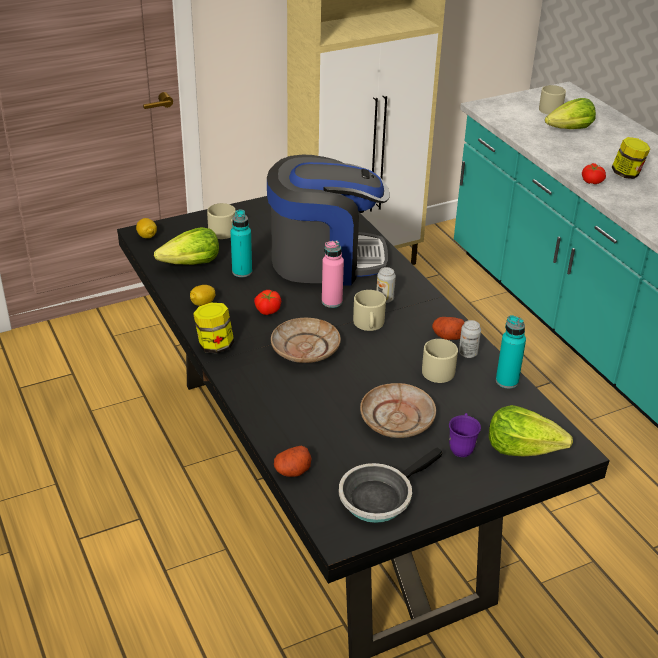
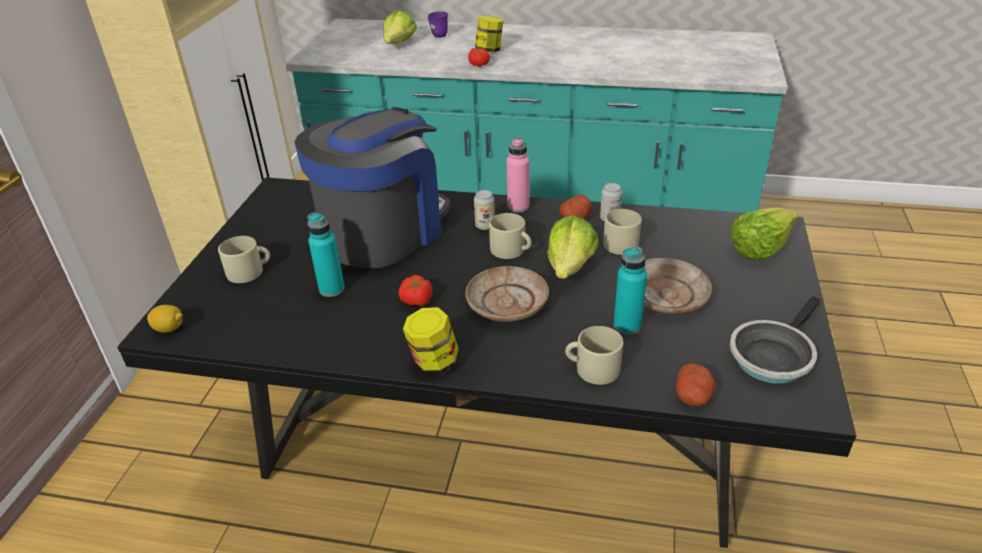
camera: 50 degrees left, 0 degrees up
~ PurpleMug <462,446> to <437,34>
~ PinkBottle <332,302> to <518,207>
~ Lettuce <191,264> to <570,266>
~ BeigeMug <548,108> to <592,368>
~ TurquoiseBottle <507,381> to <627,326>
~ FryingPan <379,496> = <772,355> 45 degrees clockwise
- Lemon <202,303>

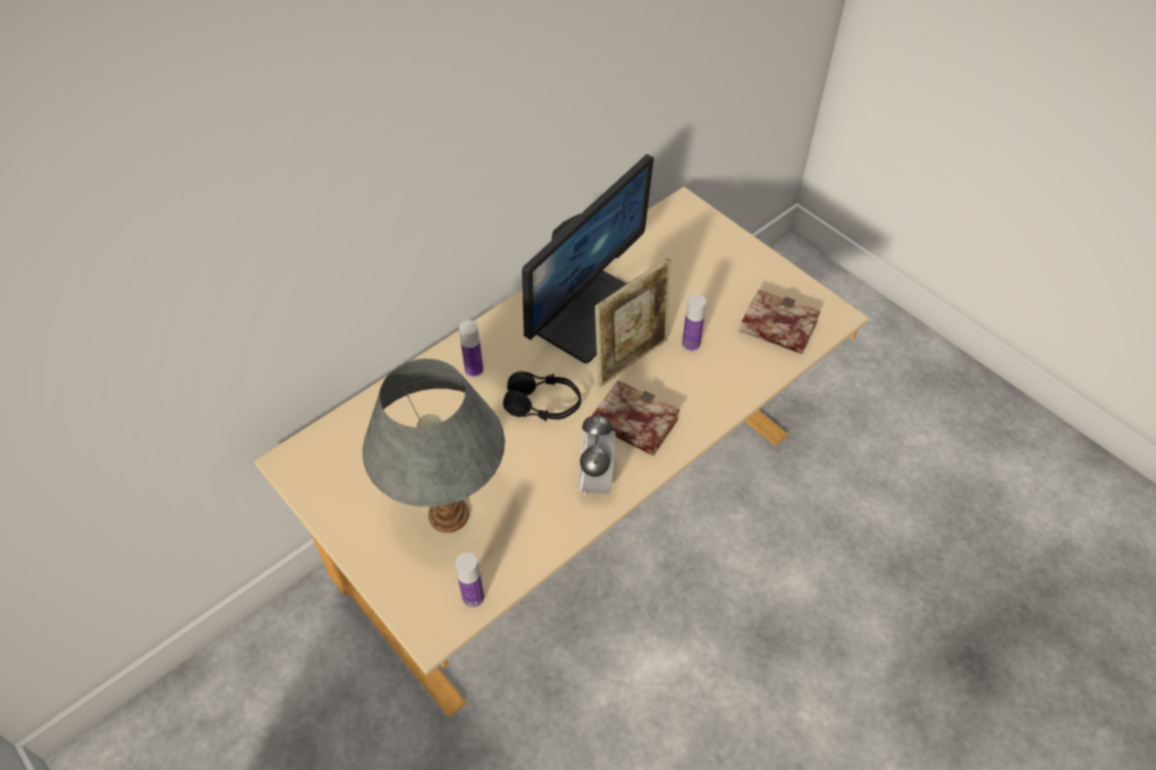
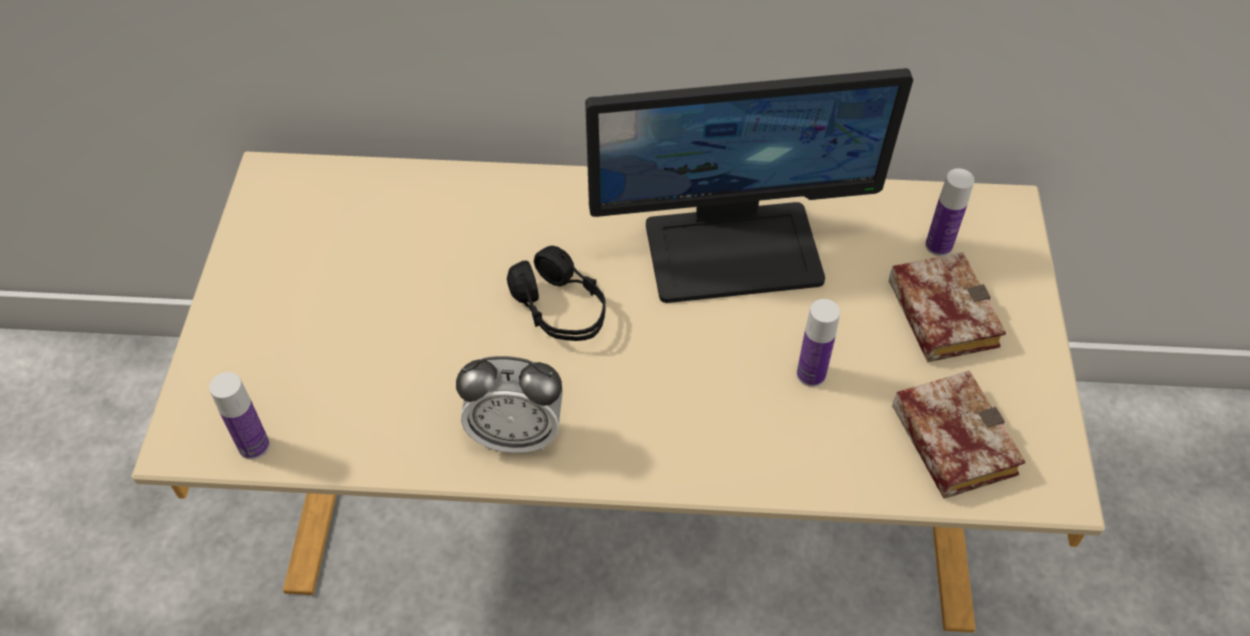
camera: 45 degrees right, 0 degrees up
~ AlarmClock <596,479> = <516,434> 135 degrees counterclockwise
~ Book <630,423> to <937,311>
~ Bottle <474,370> to <938,245>
- GreyTableLamp <447,514>
- PictureFrame <631,359>

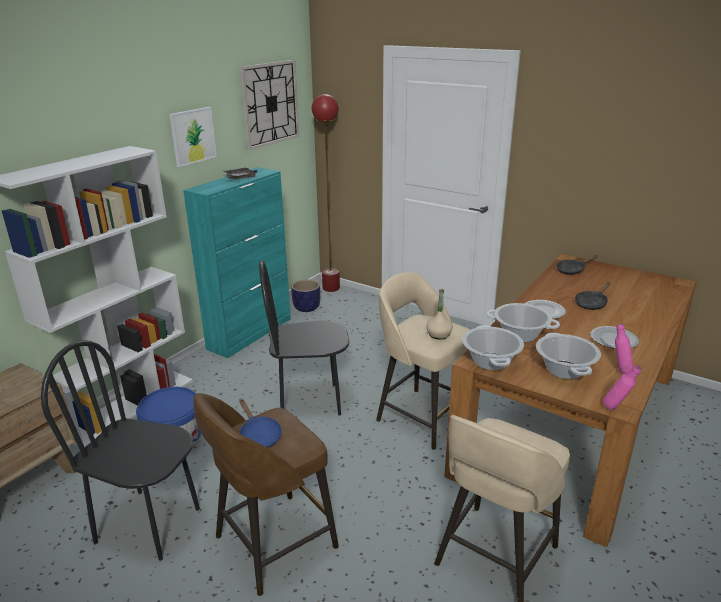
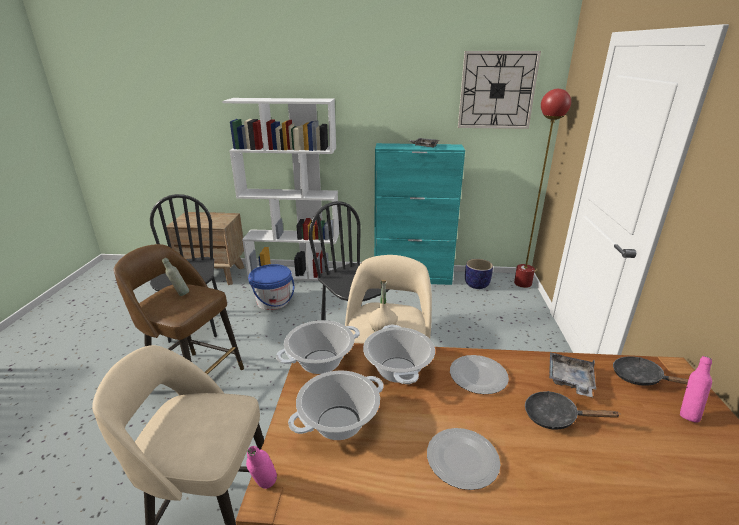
camera: 60 degrees right, 0 degrees up
~ BlueFryingPan <259,435> to GreyBottle <179,294>
+ GreyTray <570,380>
~ PinkBottle <619,370> to <687,414>
- Picture <193,136>

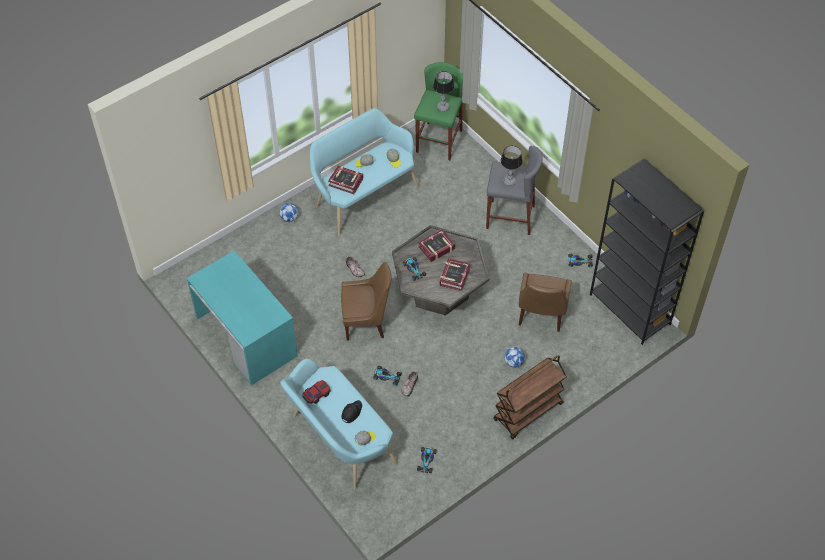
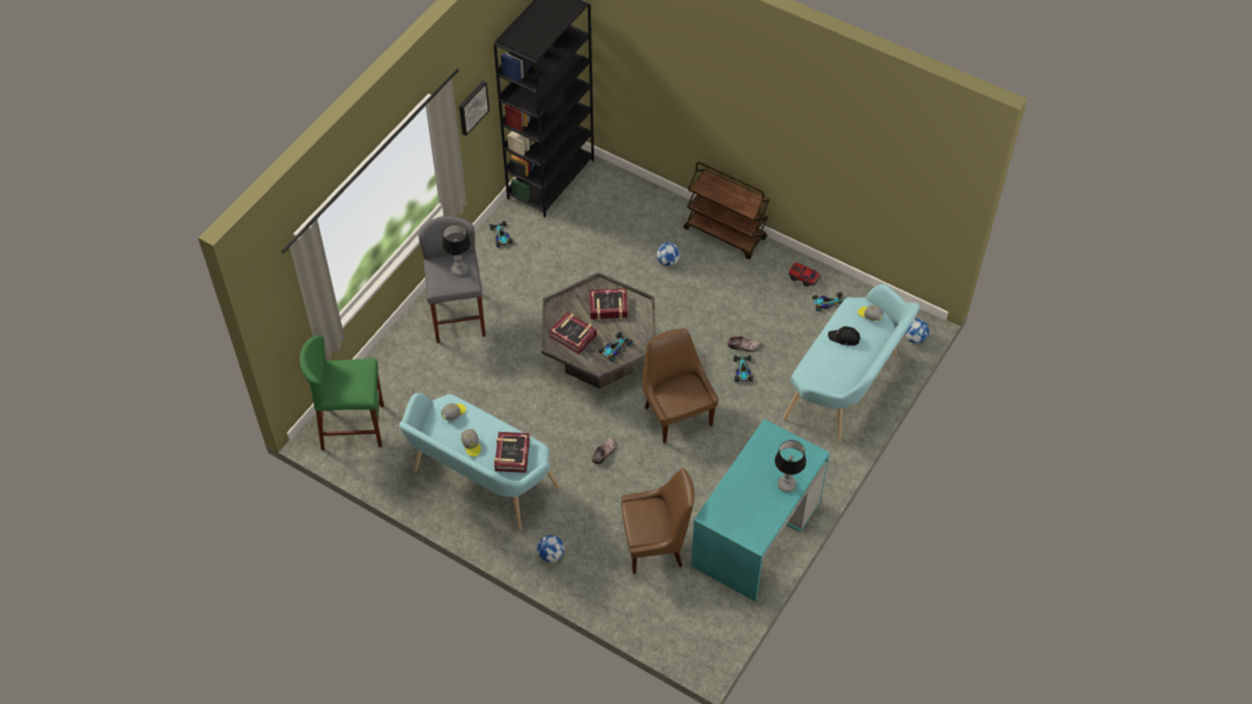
camera: 110 degrees left, 0 degrees up
+ Picture <472,107>
~ BrownChair <541,315> to <656,545>
~ TableLamp <443,107> to <786,484>
~ ToyCar <316,394> to <803,277>
+ Football <915,338>

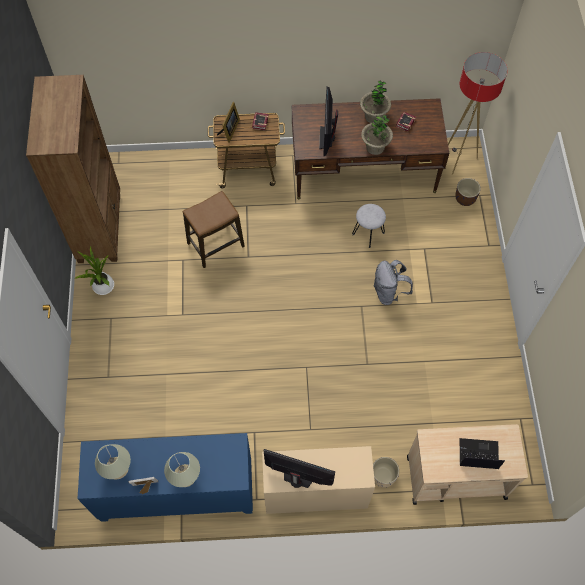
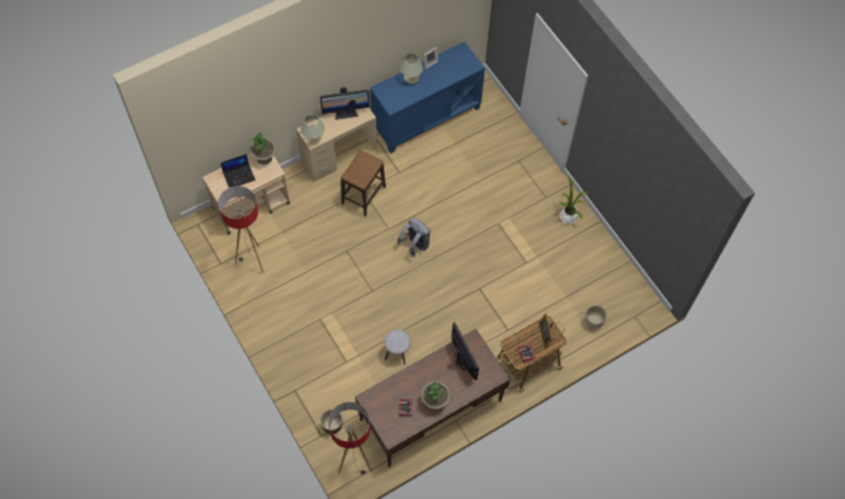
camera: 150 degrees right, 0 degrees up
+ FloorLamp <252,261>
~ PottedPlant <375,147> to <264,158>
~ BeigeTableLamp <117,468> to <314,138>
~ Stool <216,244> to <363,195>
~ GreyBackpack <389,292> to <415,245>
~ BeigePlanter <383,476> to <593,322>
- BrownBookcase <100,227>

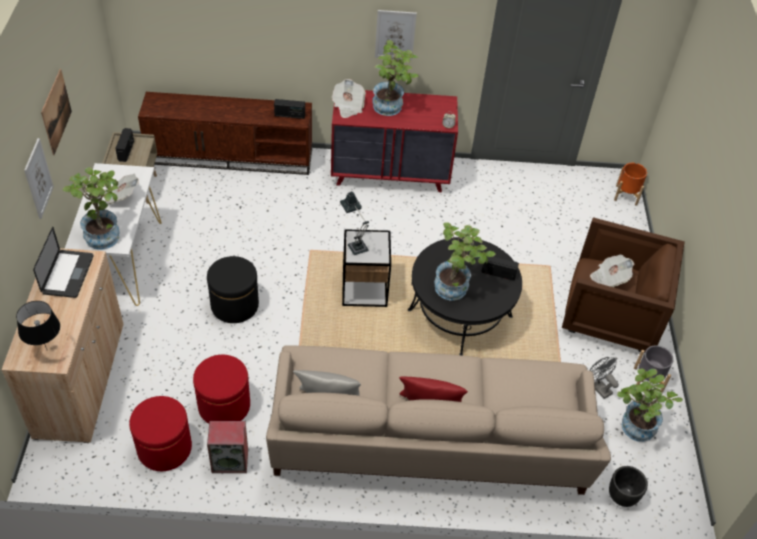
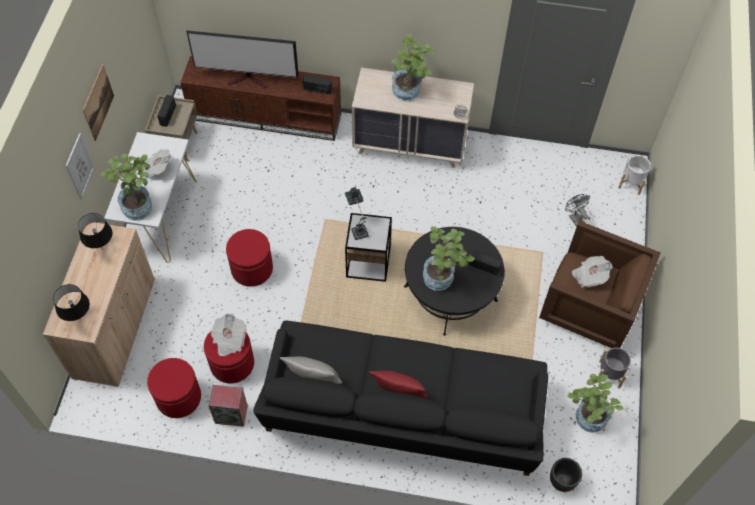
camera: 10 degrees right, 10 degrees up
~ Laptop <68,274> to BlackTableLamp <102,249>
+ Television <249,80>
~ Newspaper <348,106> to <229,340>
~ BlackOttoman <234,305> to RedOttoman <252,269>
~ BeigeSofa <429,439> to BlackSofa <403,411>
~ RedDresser <390,173> to BeigeDresser <410,144>
~ GreyFan <598,387> to <574,218>
~ OrangePlanter <626,195> to WhitePlanter <631,183>
- Picture <395,35>

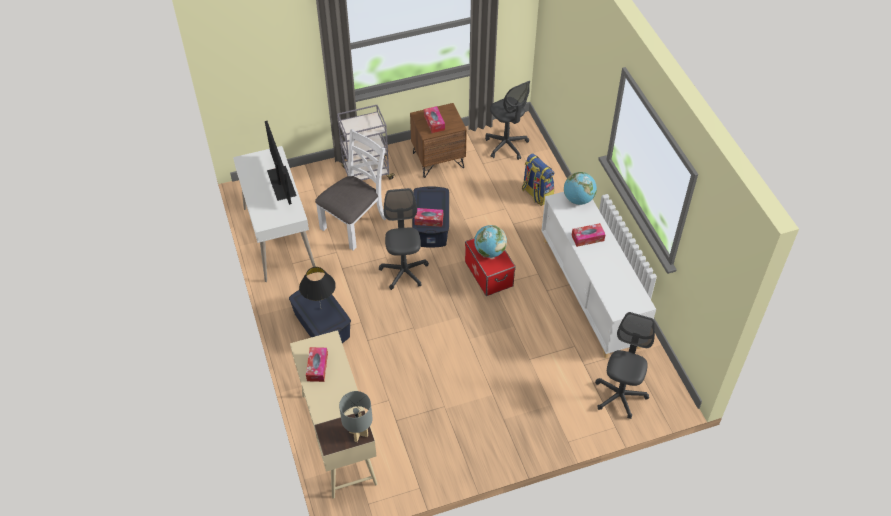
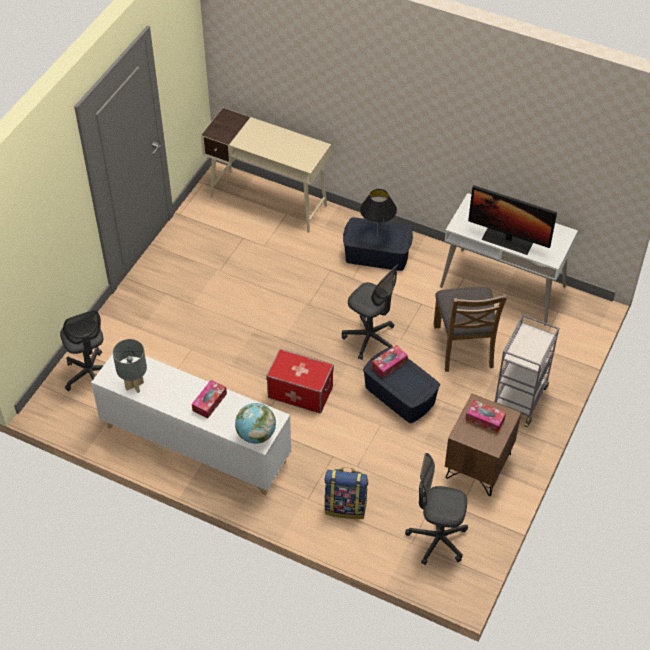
camera: 135 degrees right, 0 degrees up
~ GreyTableLamp <358,434> to <135,385>
~ WhiteChair <354,223> to BrownChair <464,346>
- TissueBox <317,367>
- Globe <489,251>

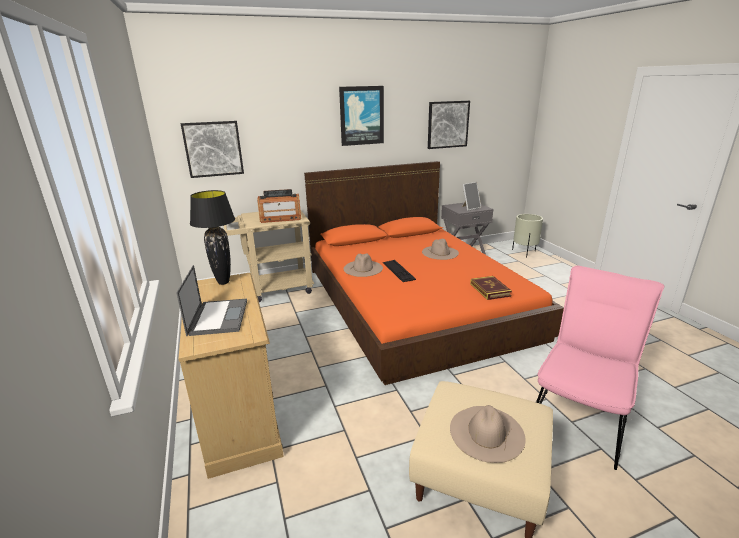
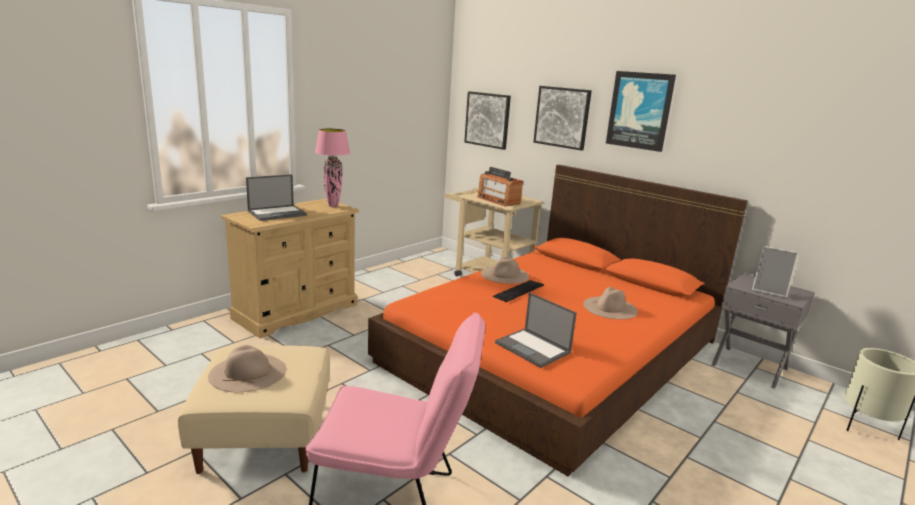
camera: 60 degrees right, 5 degrees down
~ BlackTableLamp <223,282> to PinkTableLamp <332,206>
~ Book <490,290> to Laptop <533,348>
~ Picture <447,124> to <562,117>

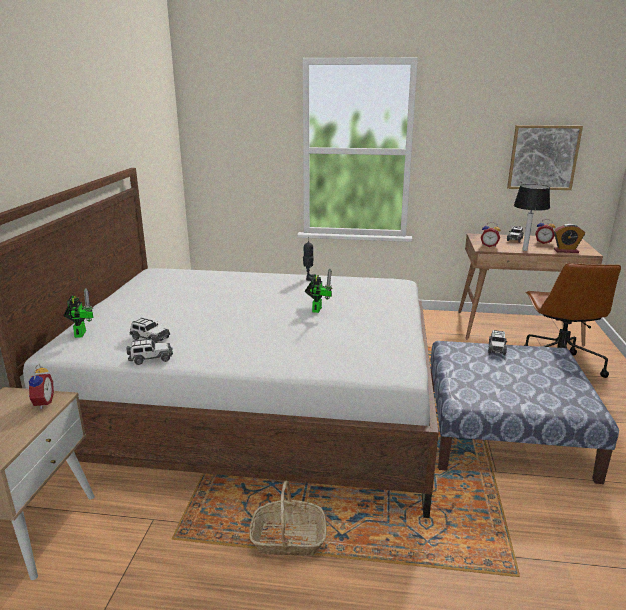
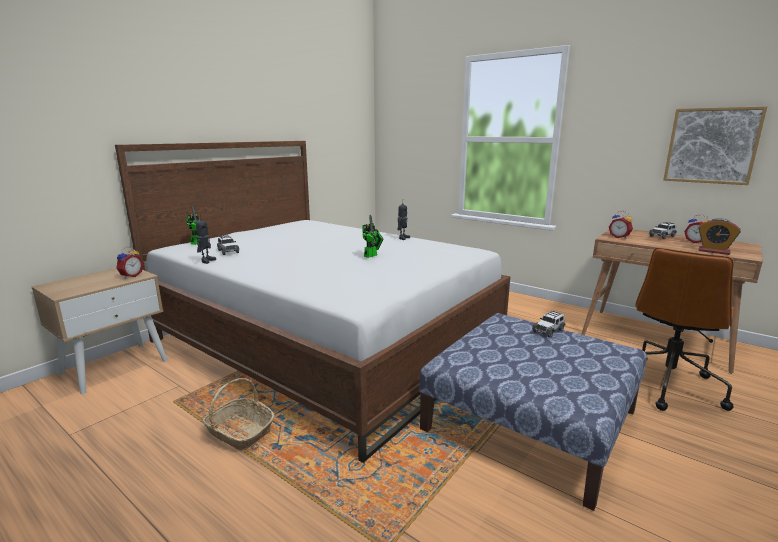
camera: 30 degrees right, 5 degrees down
~ ToyCar <151,358> to ToyRobot <206,261>
- TableLamp <524,250>

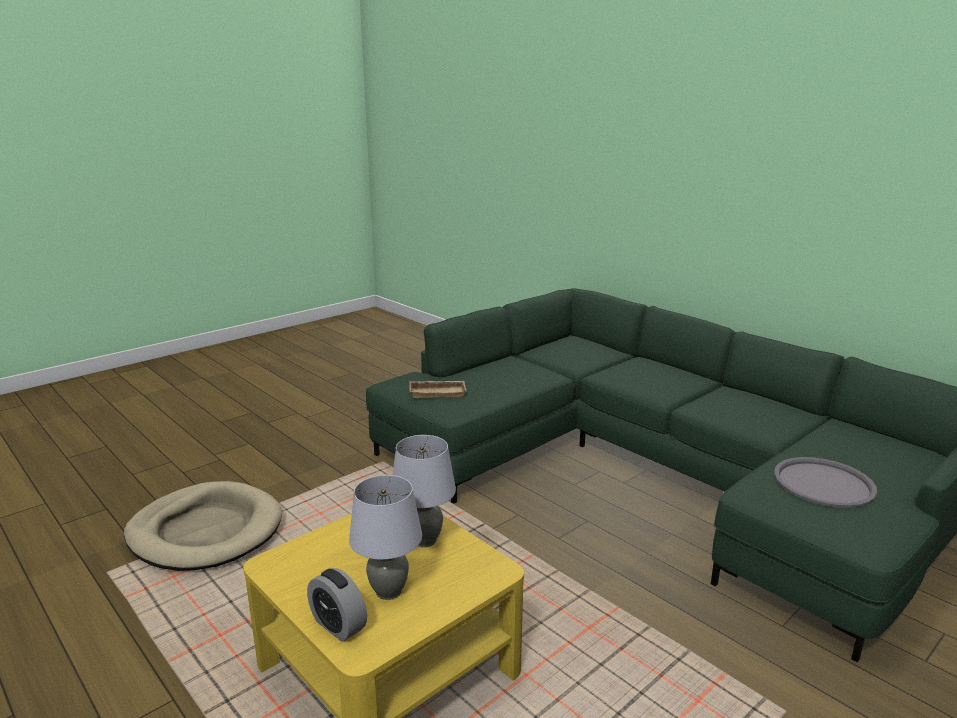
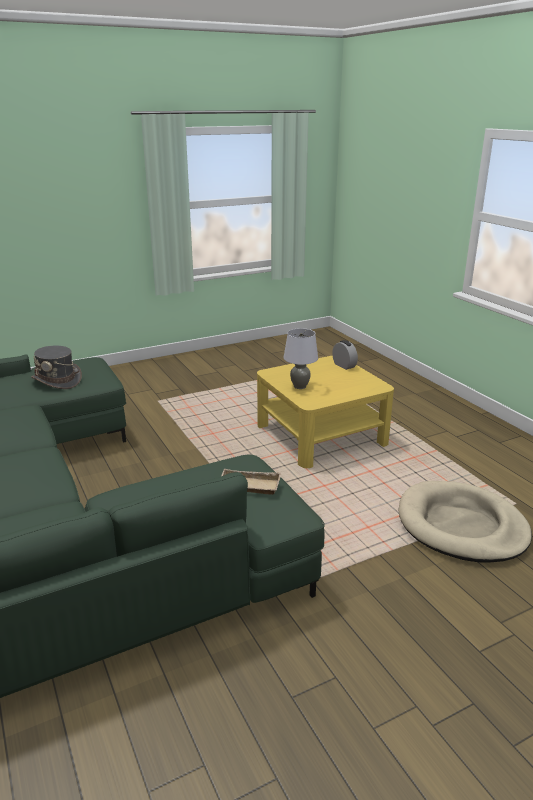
camera: 165 degrees left, 5 degrees up
~ GreyTray <823,483> to GreyHat <57,380>
- GreyTableLamp <389,591>

